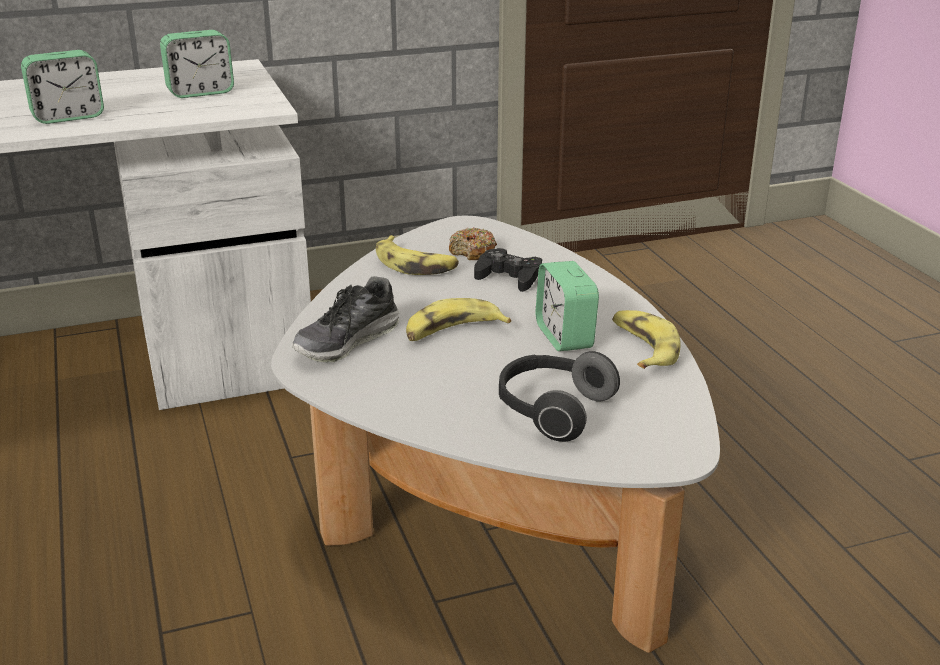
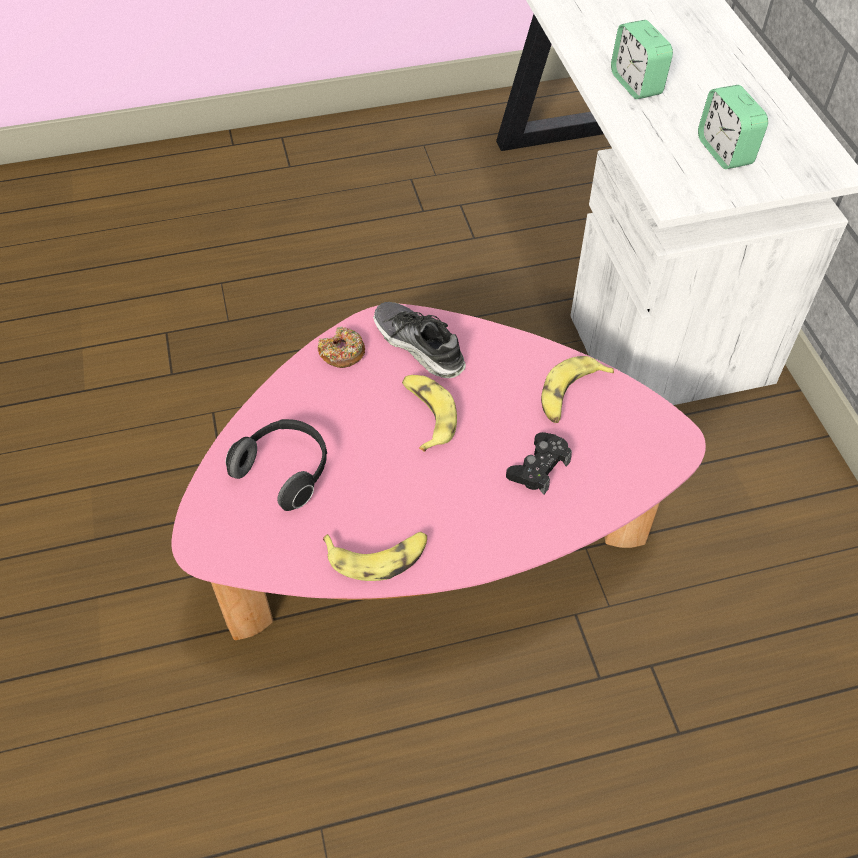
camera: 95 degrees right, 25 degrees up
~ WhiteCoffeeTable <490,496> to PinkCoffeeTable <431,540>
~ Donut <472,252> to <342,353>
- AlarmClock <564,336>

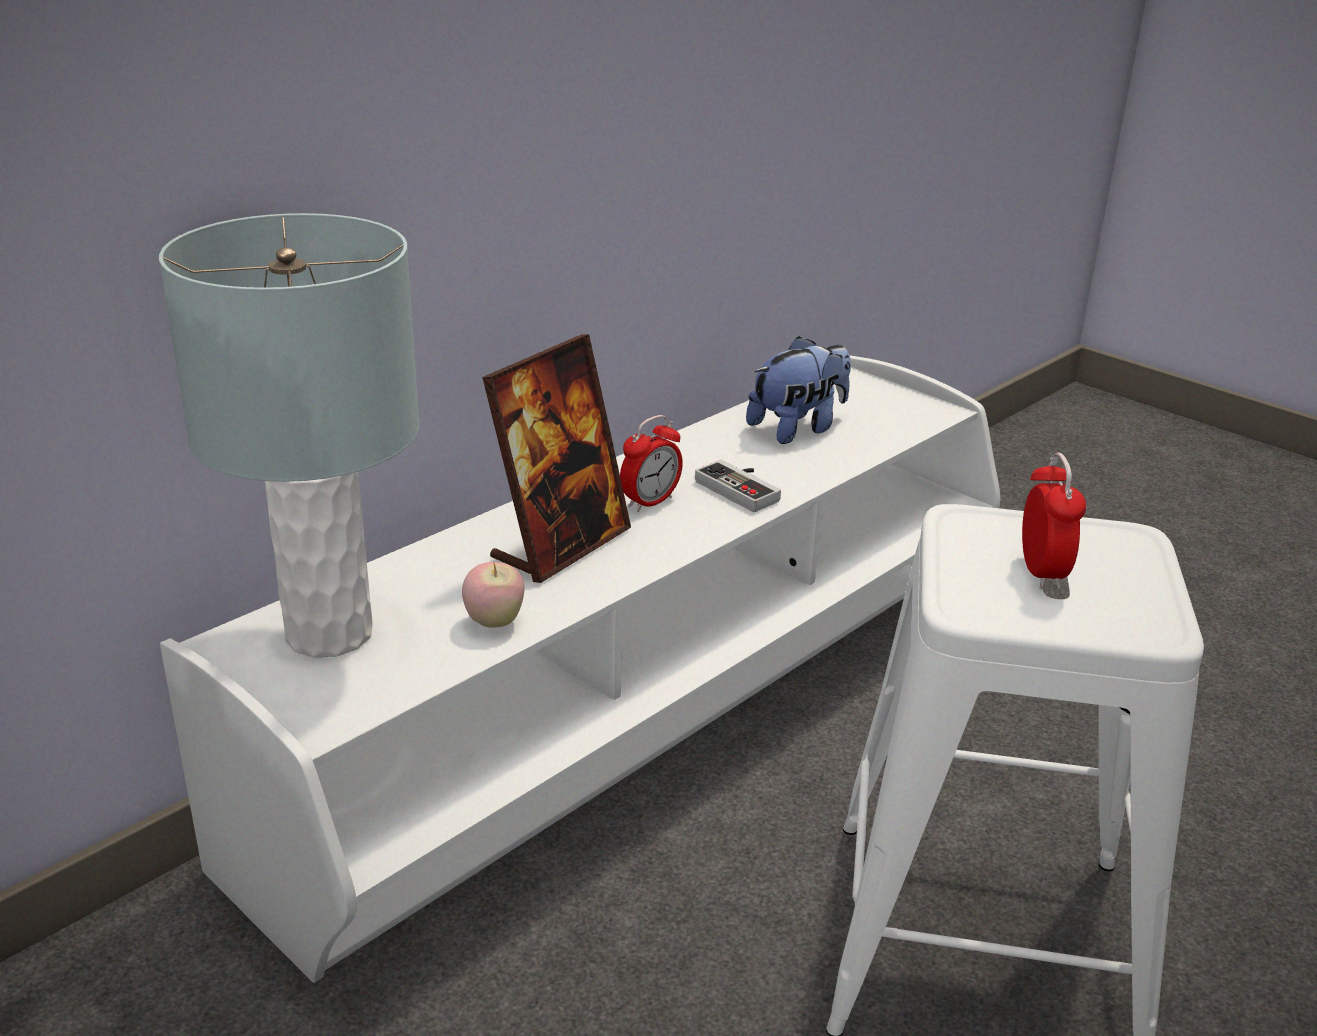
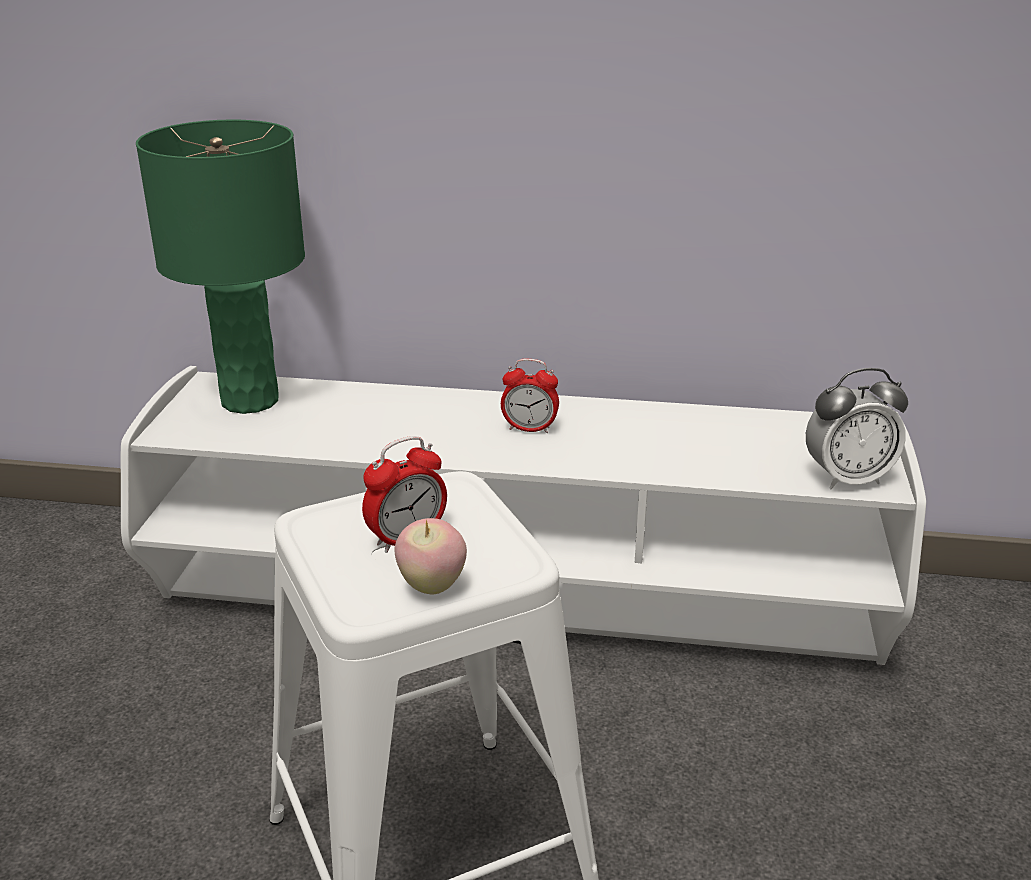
camera: 55 degrees right, 0 degrees up
~ GreyTableLamp <331,633> to GreenTableLamp <251,401>
~ Apple <494,622> to <431,585>
+ AlarmClock <847,479>
- PictureFrame <560,545>
- GameController <743,488>
- PlushToy <798,428>

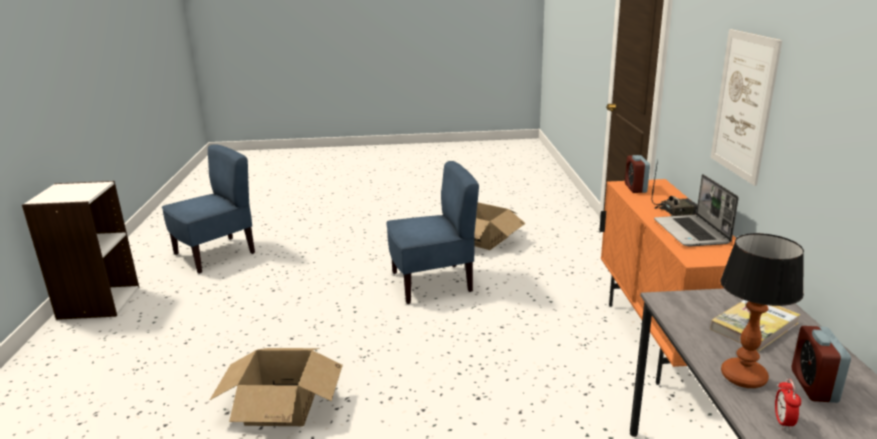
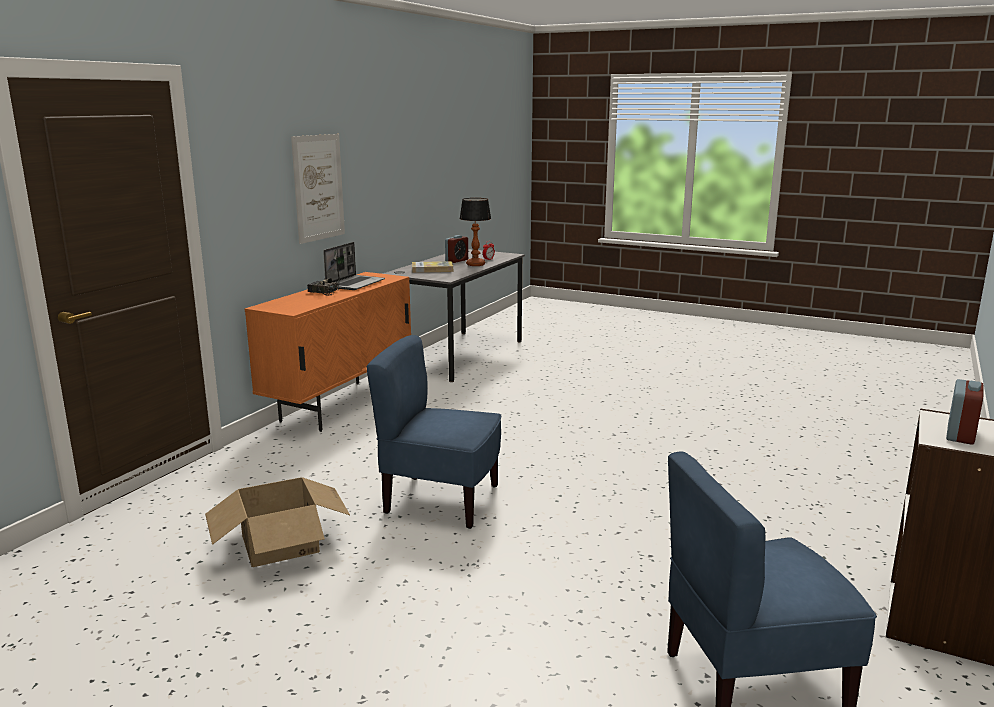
camera: 150 degrees left, 5 degrees down
~ AlarmClock <635,188> to <960,435>
- CardboardBox <282,406>

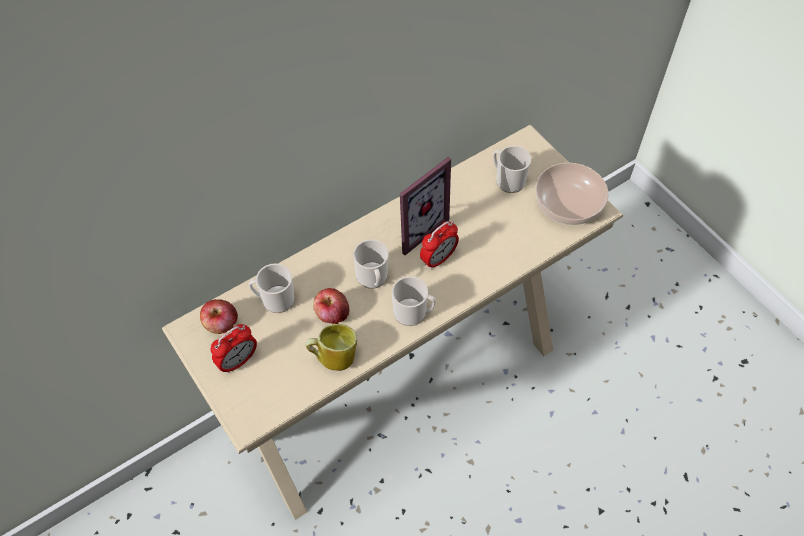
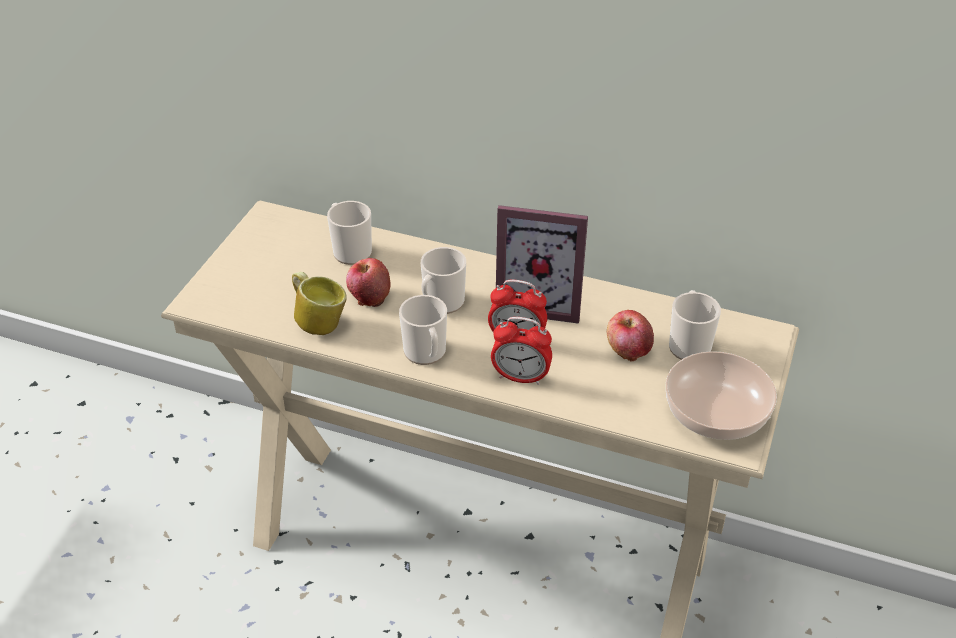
camera: 55 degrees right, 15 degrees down
~ AlarmClock <238,361> to <520,377>
~ Apple <221,324> to <628,350>

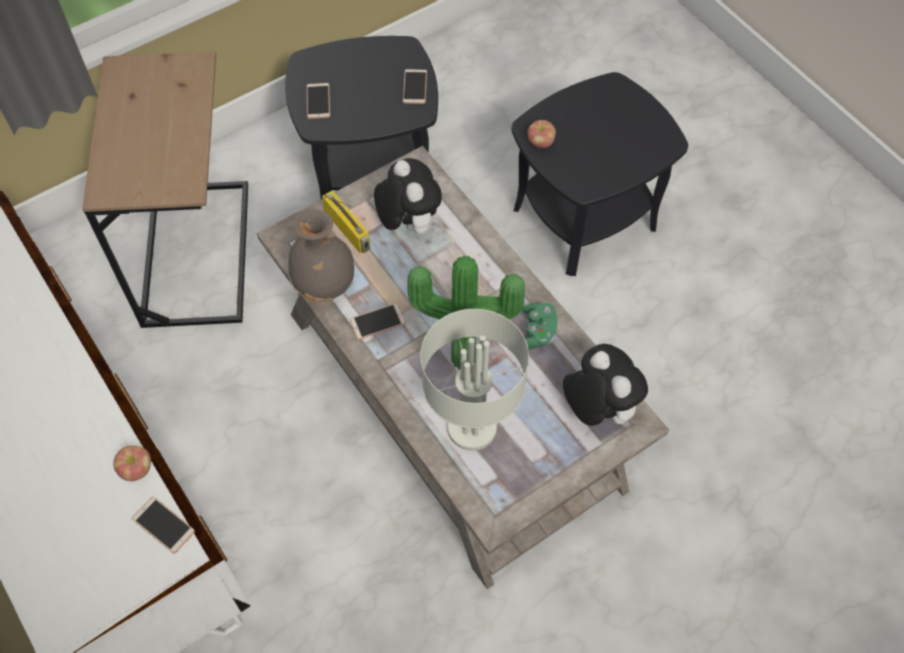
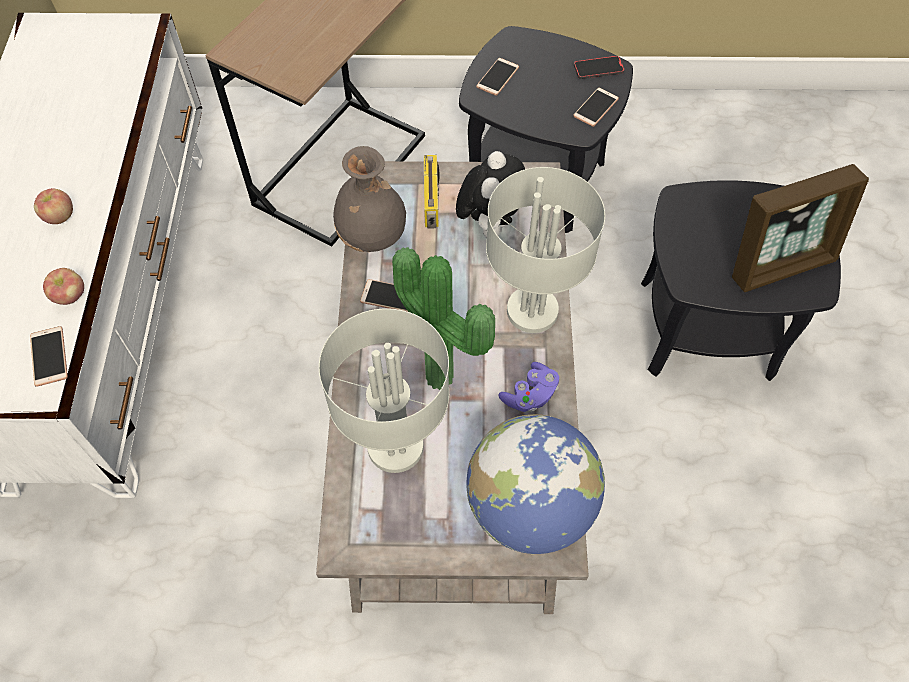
camera: 35 degrees right, 0 degrees up
~ Apple <540,143> to <59,216>
~ PlushToy <597,409> to Globe <530,507>
+ GreyTableLamp <534,310>
~ GreenGameController <537,332> to PurpleGameController <530,395>
+ Phone <598,69>
+ PictureFrame <779,263>

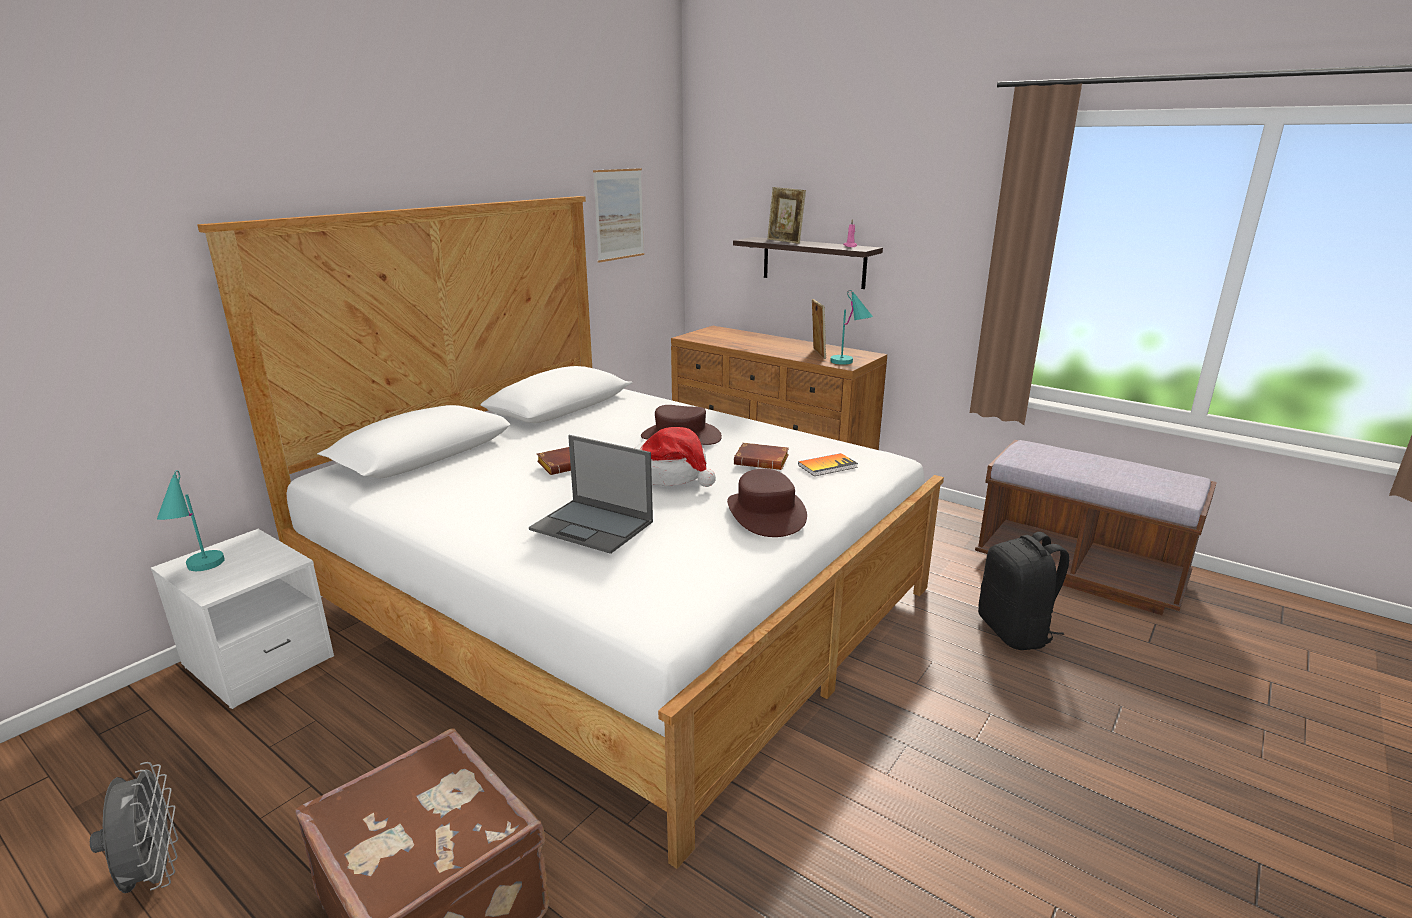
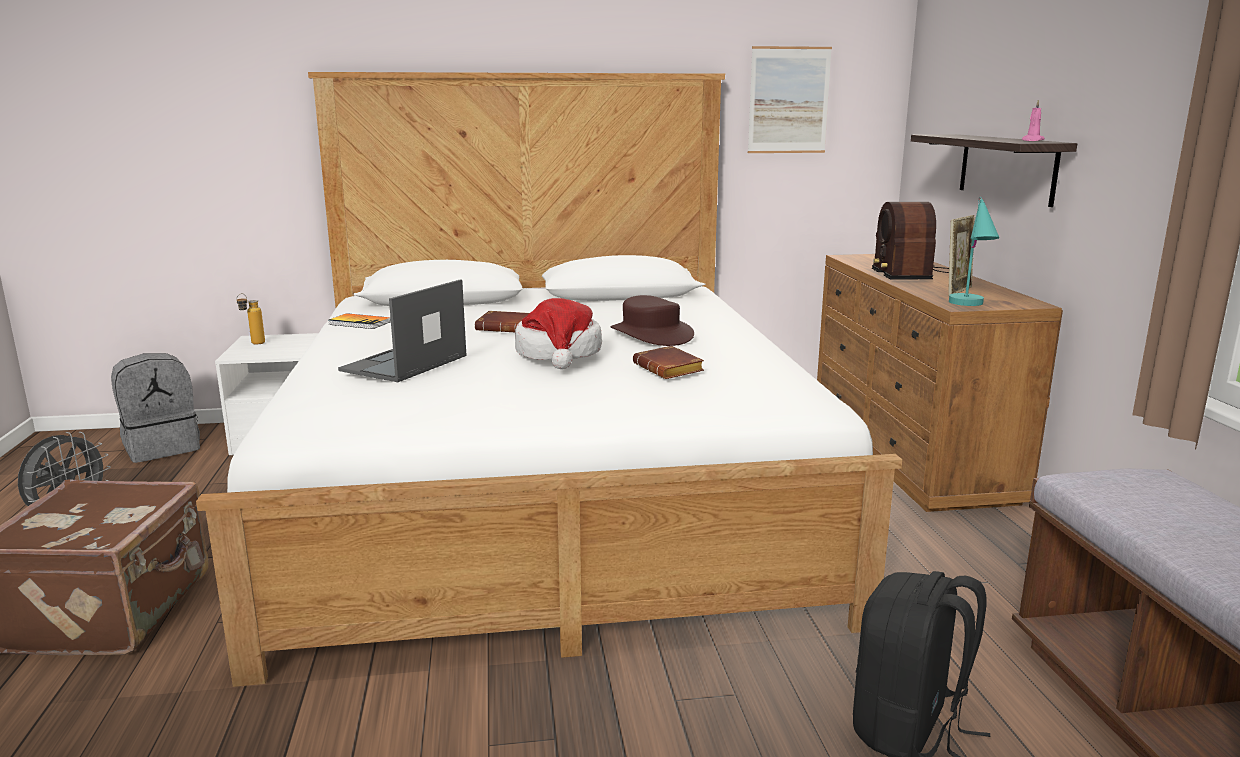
camera: 45 degrees right, 5 degrees down
+ GreyBackpack <162,447>
~ TurquoiseTableLamp <200,570> to Bottle <253,344>
~ Book <827,466> to <359,323>
~ Laptop <593,526> = <403,364> 45 degrees clockwise
+ Radio <912,273>
- BrownHat <765,513>
- PictureFrame <785,241>

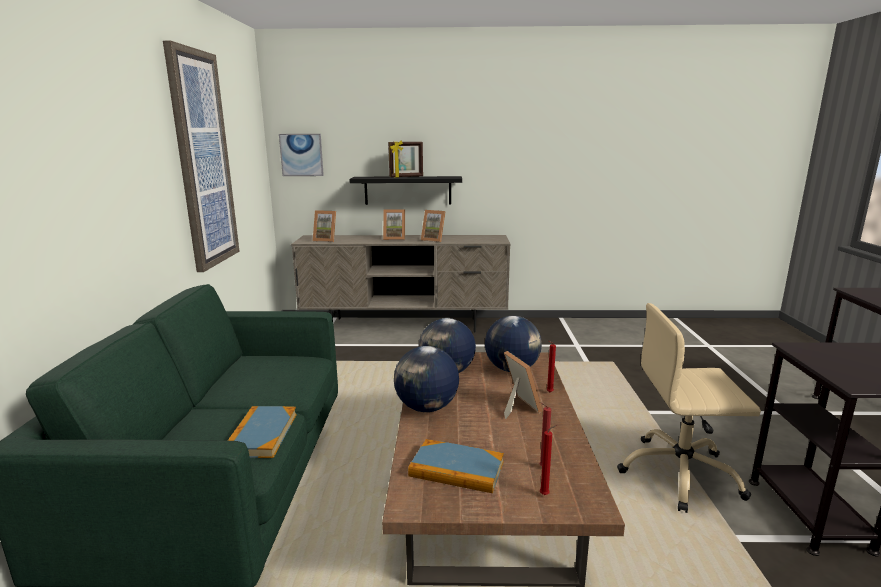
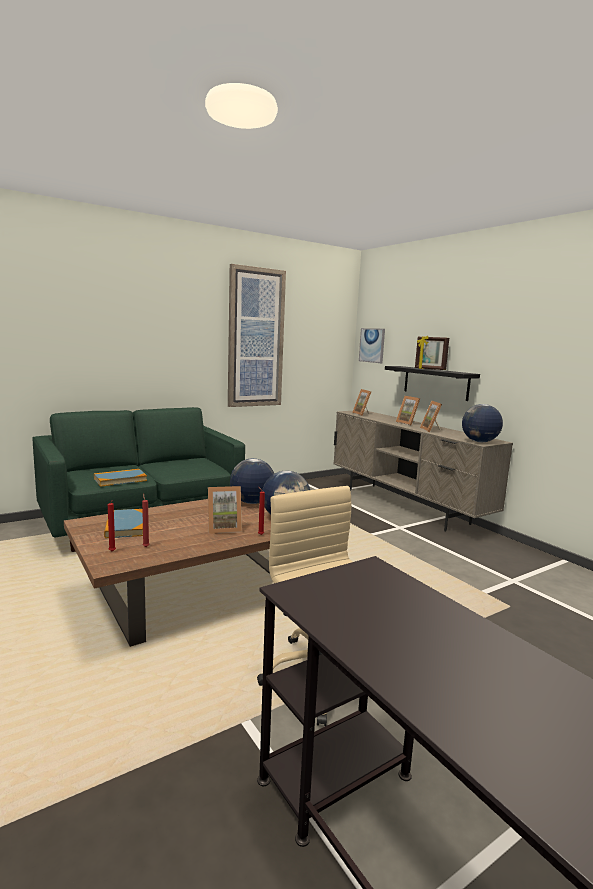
camera: 55 degrees right, 5 degrees down
~ PictureFrame <517,407> = <223,528> 45 degrees clockwise
~ Globe <426,408> to <479,442>

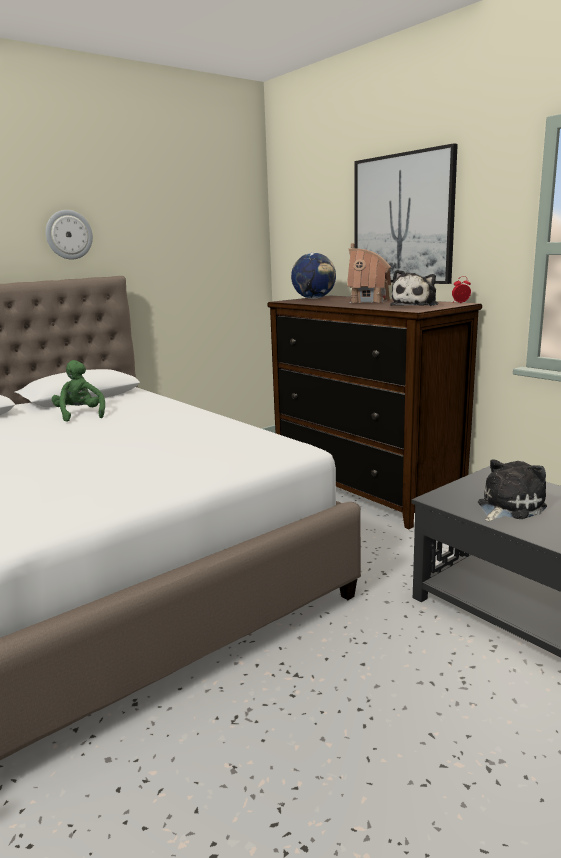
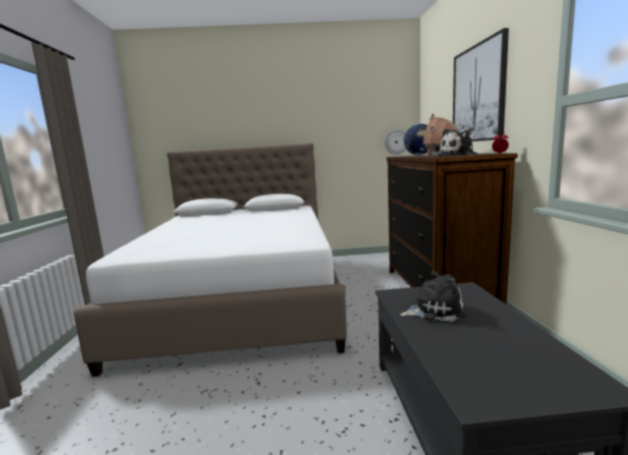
camera: 35 degrees right, 5 degrees down
~ WallClock <69,235> to <396,142>
- GreenPlushToy <80,415>

